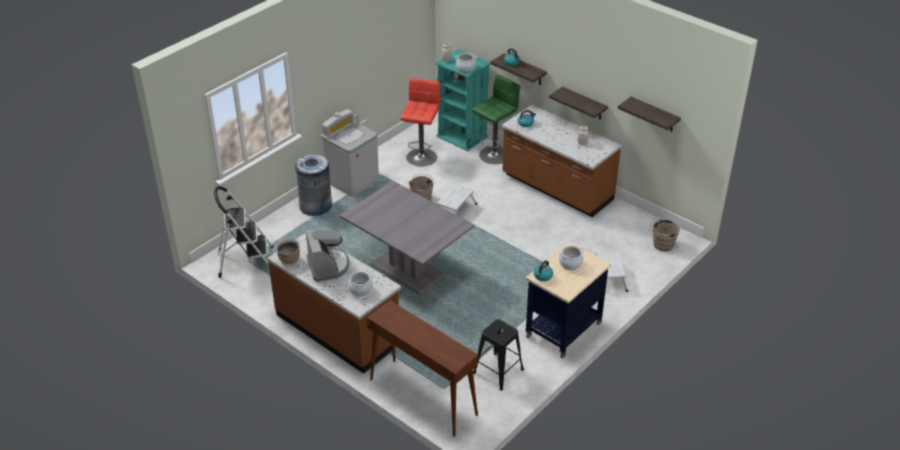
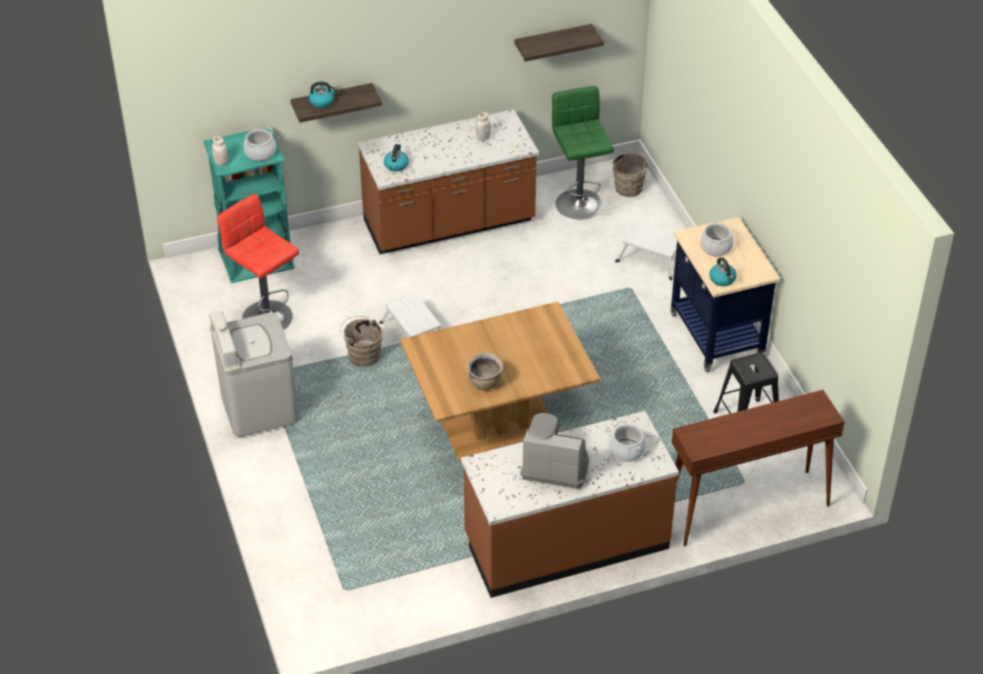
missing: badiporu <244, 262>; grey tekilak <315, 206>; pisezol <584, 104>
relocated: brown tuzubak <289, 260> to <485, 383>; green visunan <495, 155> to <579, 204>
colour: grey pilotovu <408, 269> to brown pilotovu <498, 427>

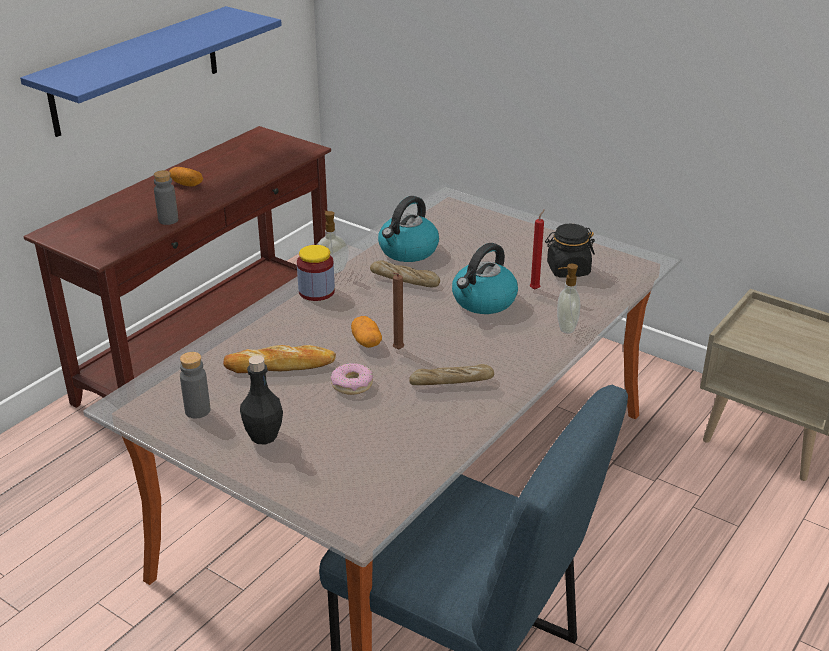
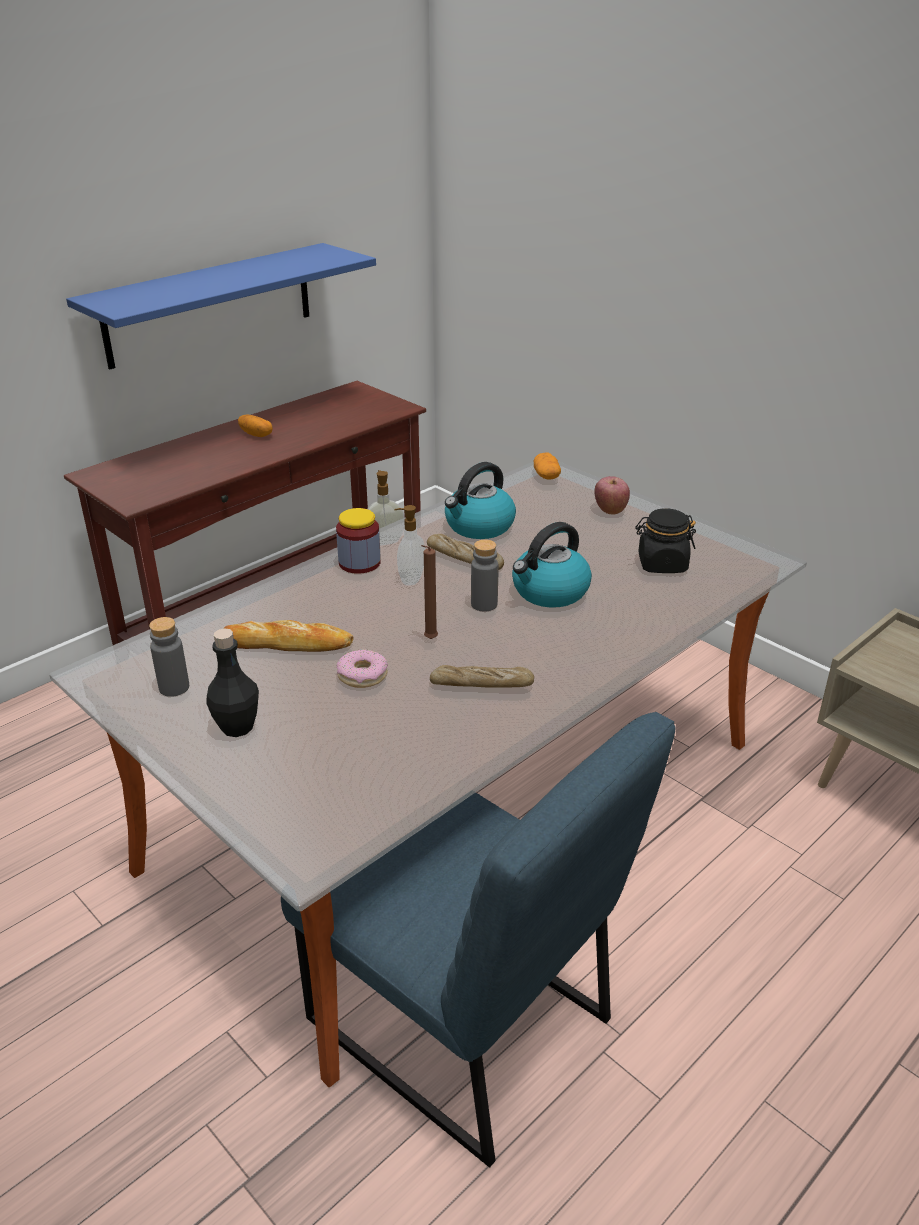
missing: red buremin <535, 289>
appeared: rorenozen <610, 510>
relocated: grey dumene <168, 220> to <484, 604>; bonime <366, 341> to <546, 476>; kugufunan <565, 327> to <410, 579>

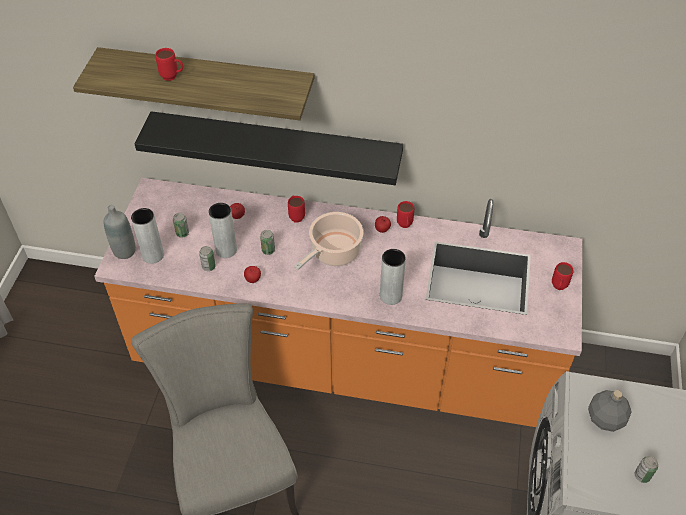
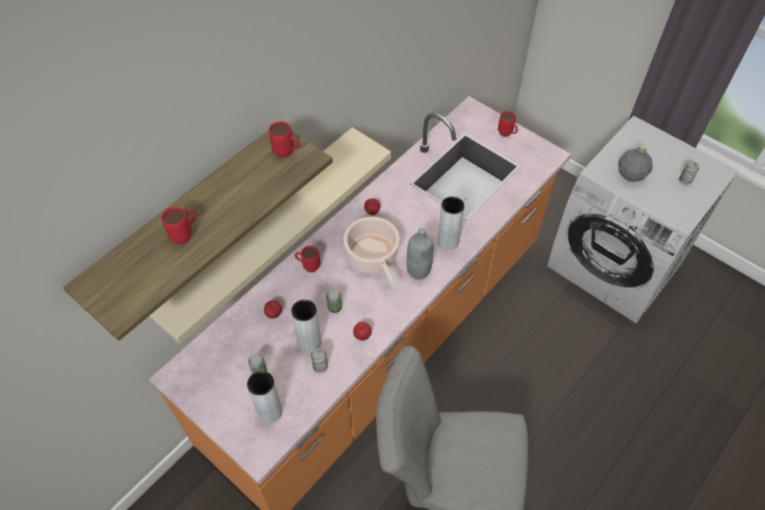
relocated: grey dumene <124, 251> to <418, 270>; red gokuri <405, 226> to <287, 153>
colour: black pisezol <276, 146> to beige pisezol <258, 225>

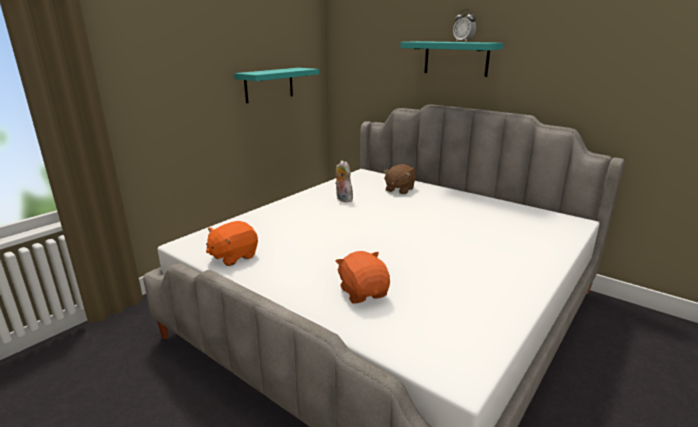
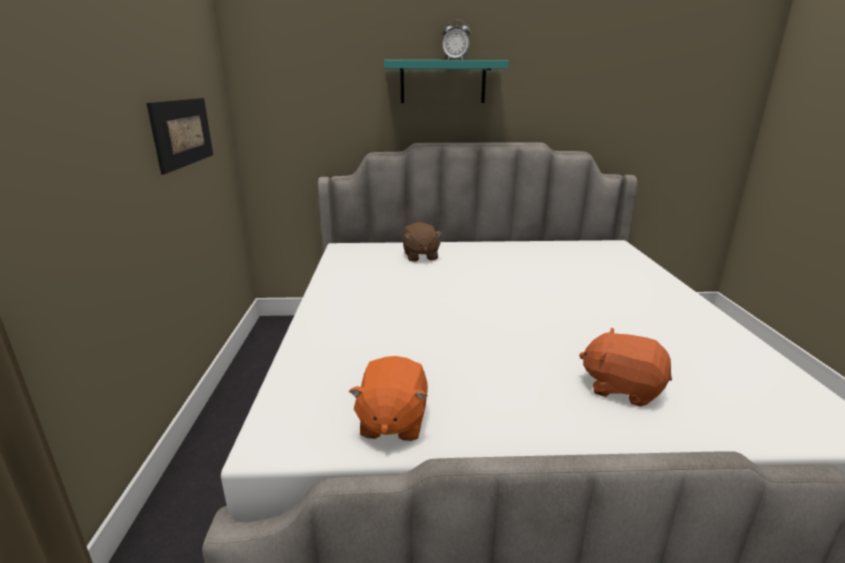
missing: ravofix <342, 199>
exchanged: turquoise pisezol <269, 85> to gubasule <183, 132>

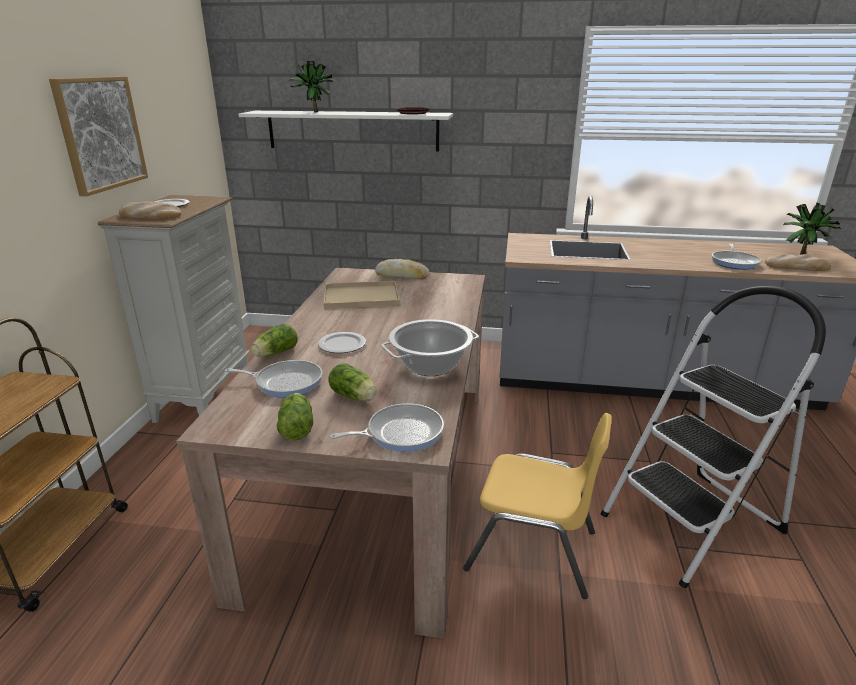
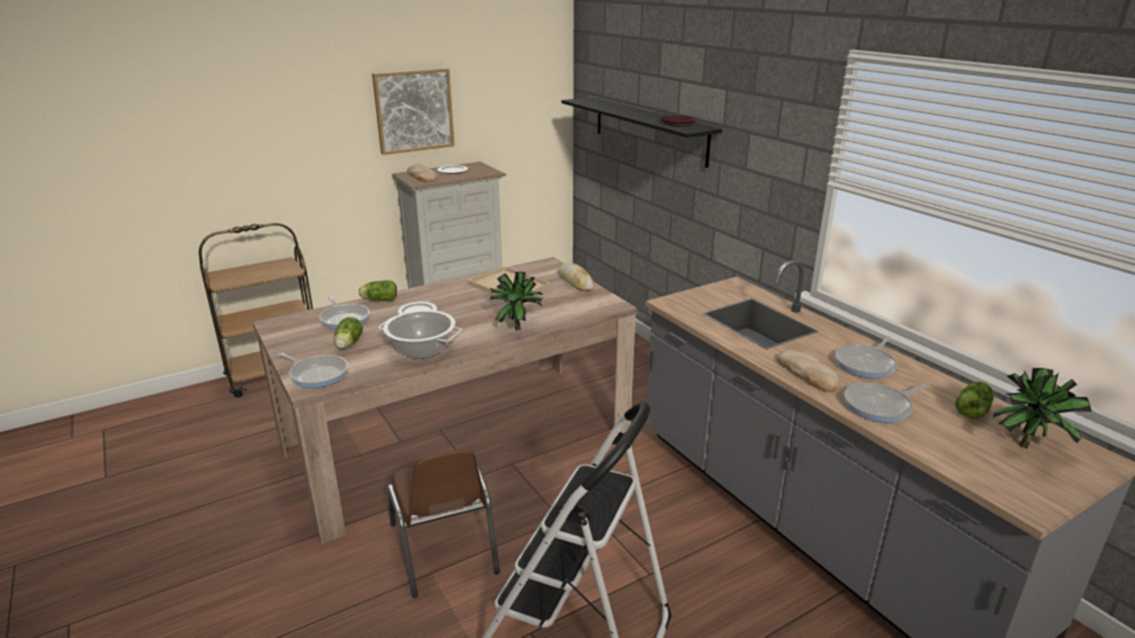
appeared: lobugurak <866, 364>
relocated: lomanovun <297, 427> to <973, 409>; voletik <313, 112> to <517, 327>; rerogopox <796, 267> to <807, 374>
colour: white pisezol <352, 130> to black pisezol <649, 130>; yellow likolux <532, 550> to brown likolux <444, 548>

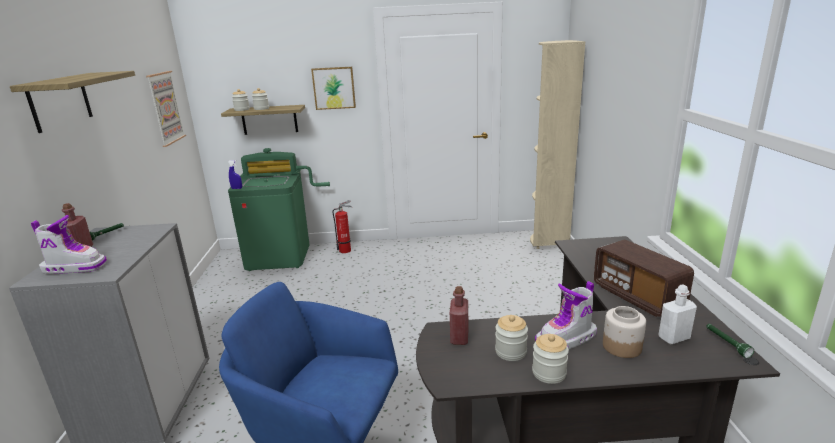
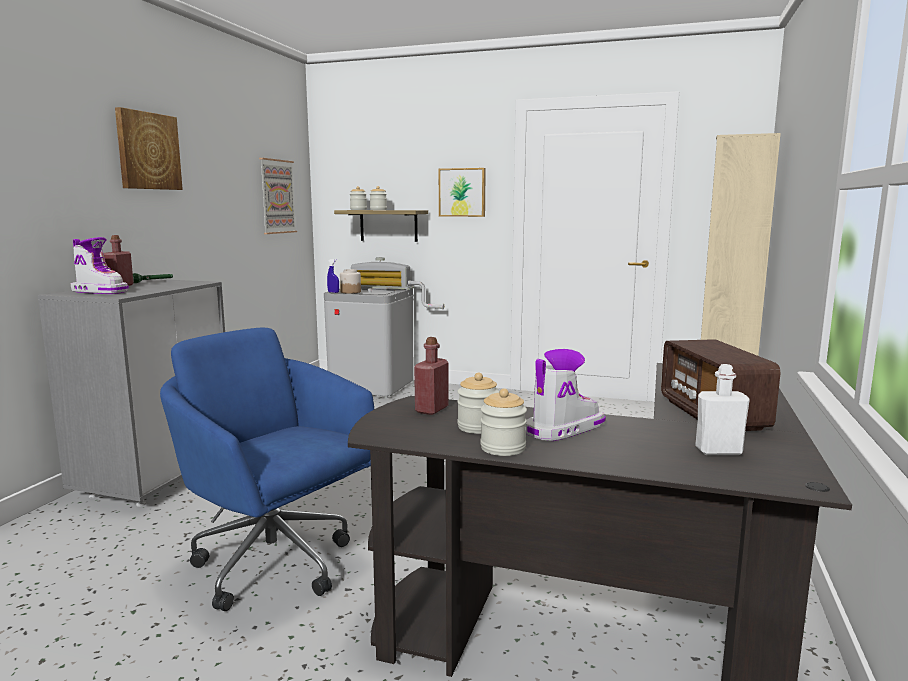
missing: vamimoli <346, 250>; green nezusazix <726, 343>
relocated: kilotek <621, 346> to <350, 292>
exchanged: pisezol <60, 101> to gubasule <148, 151>
colour: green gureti <280, 258> to grey gureti <374, 387>
spun: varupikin <567, 339> = <563, 429> 150 degrees clockwise

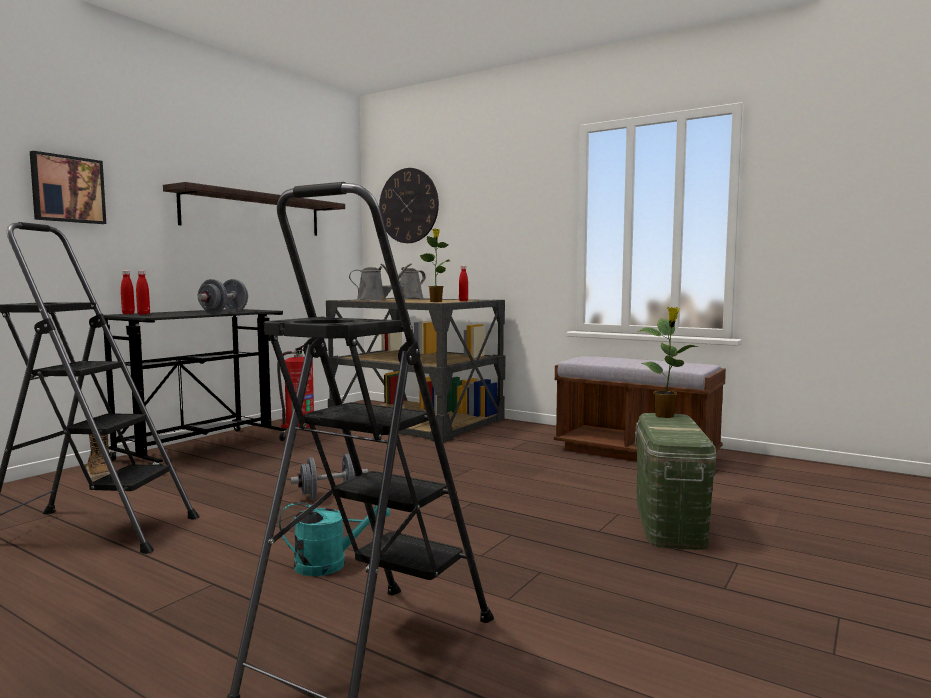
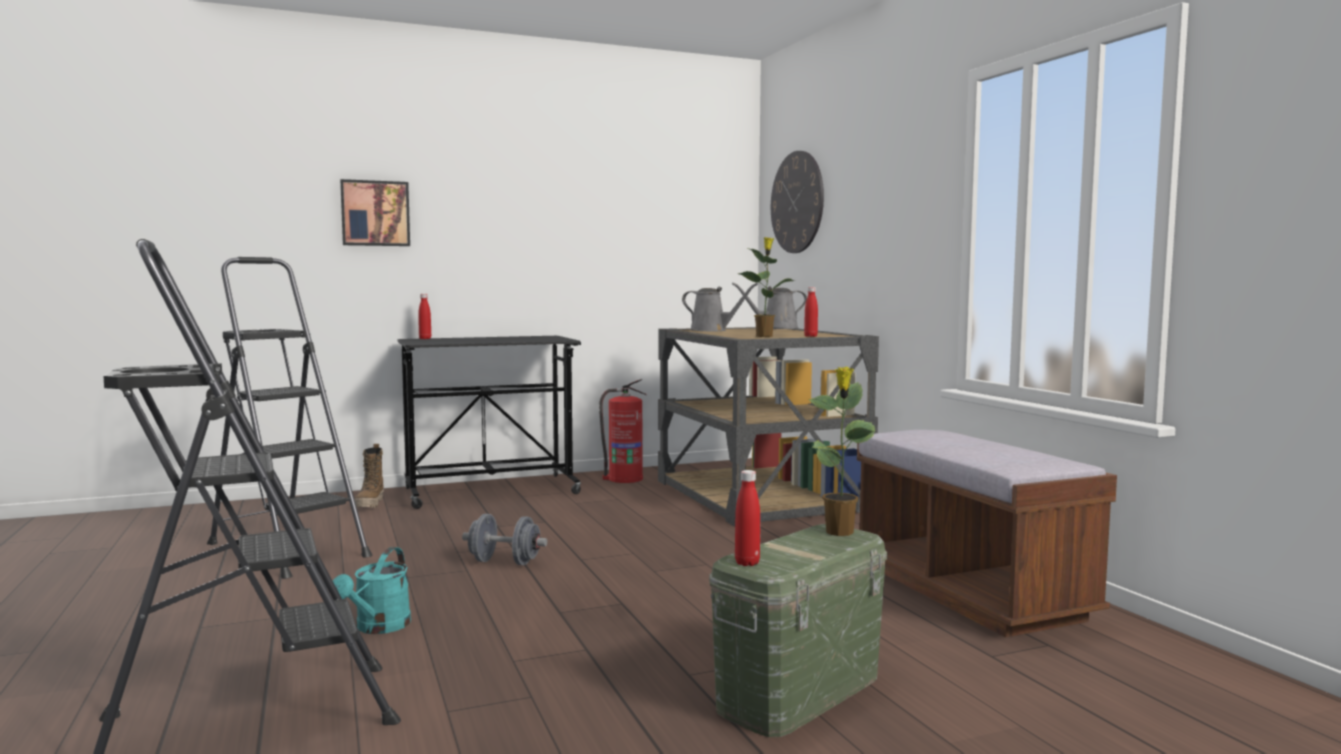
missing: pisezol <254, 213>; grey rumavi <224, 312>
relocated: red dumene <143, 314> to <747, 563>
spun: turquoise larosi <330, 564> = <378, 628> 75 degrees clockwise

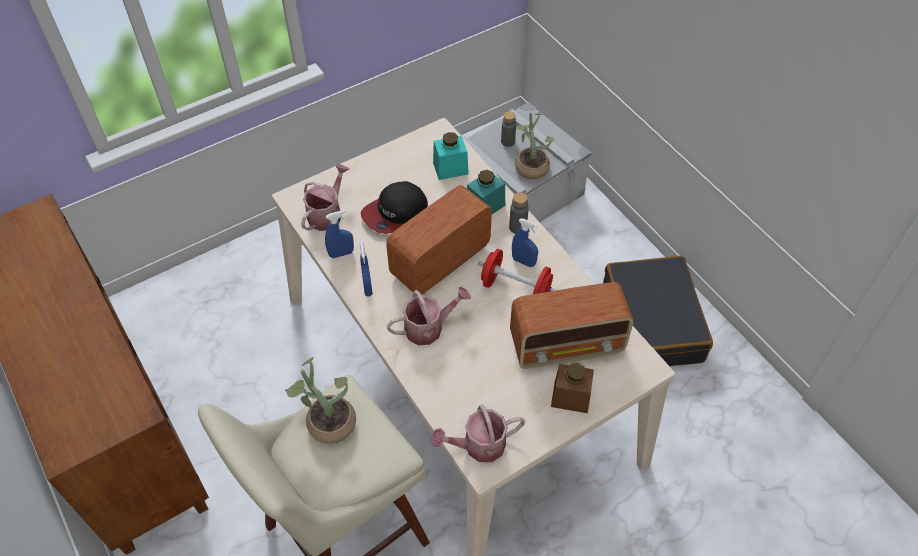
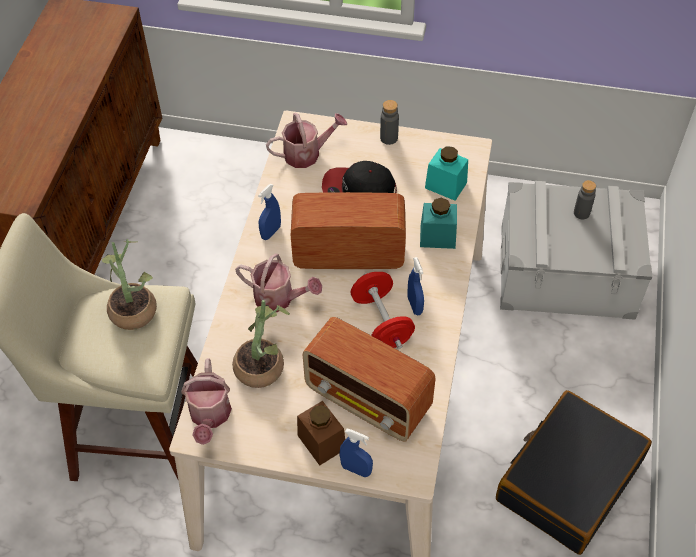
relocated: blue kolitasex <341, 253> to <356, 469>; grey dumene <517, 227> to <389, 138>; voletik <531, 165> to <263, 364>
spun: larosi <478, 446> = <210, 416> 120 degrees counterclockwise

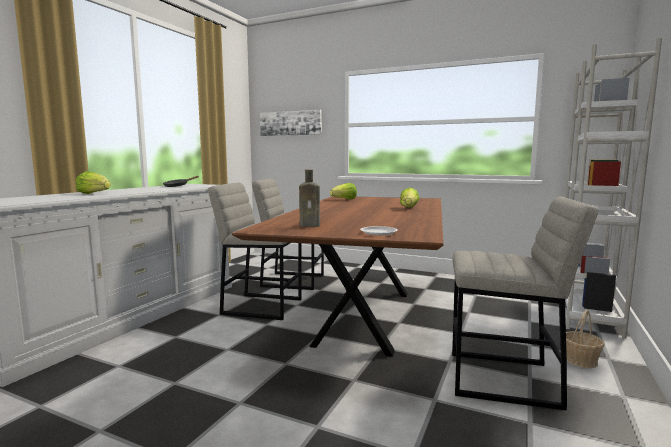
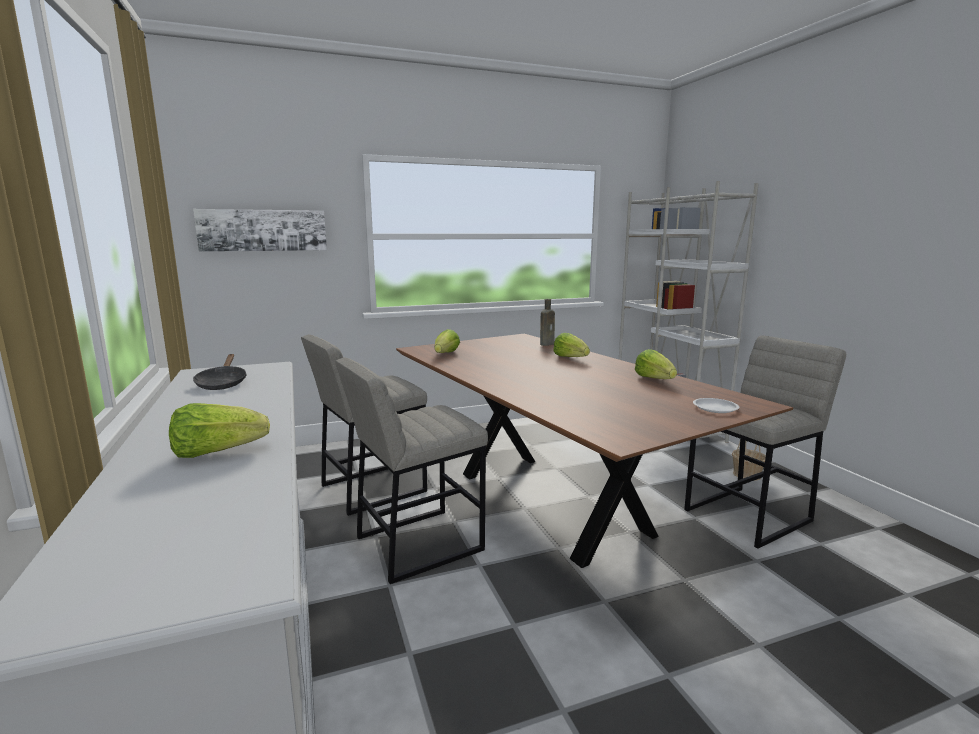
appeared: lomanovun <654, 379>
relocated: brown dumene <311, 225> to <547, 344>

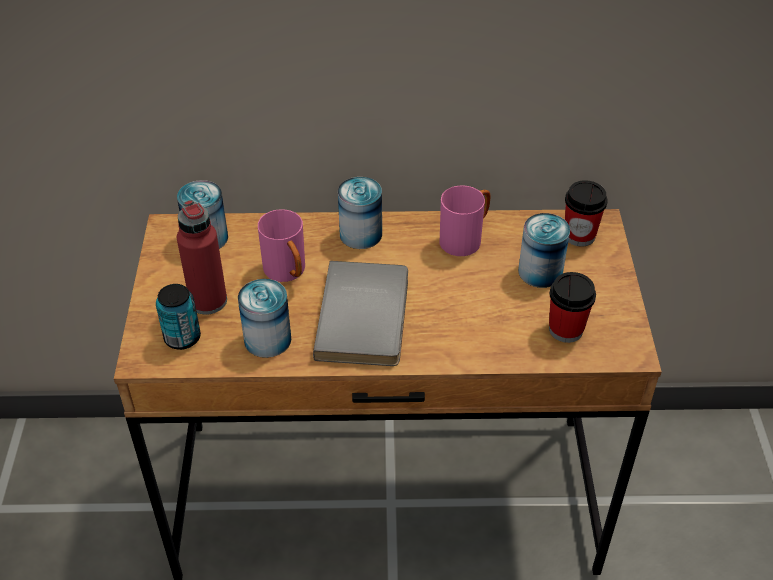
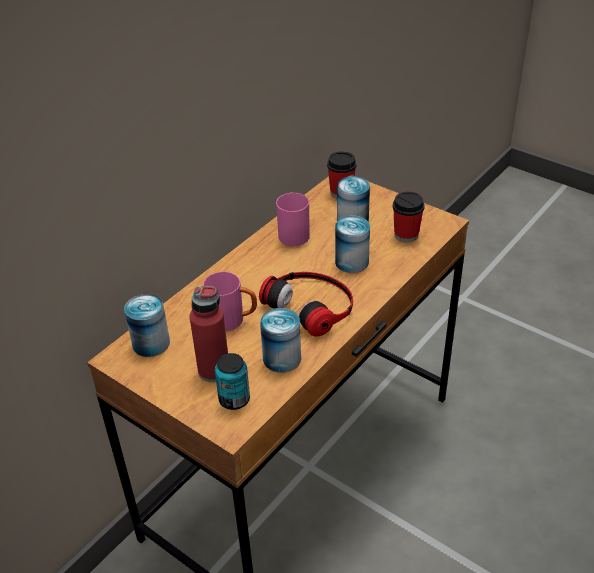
relocated: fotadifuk <360, 234> to <352, 262>
exchanged: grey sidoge <367, 317> to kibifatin <311, 305>

